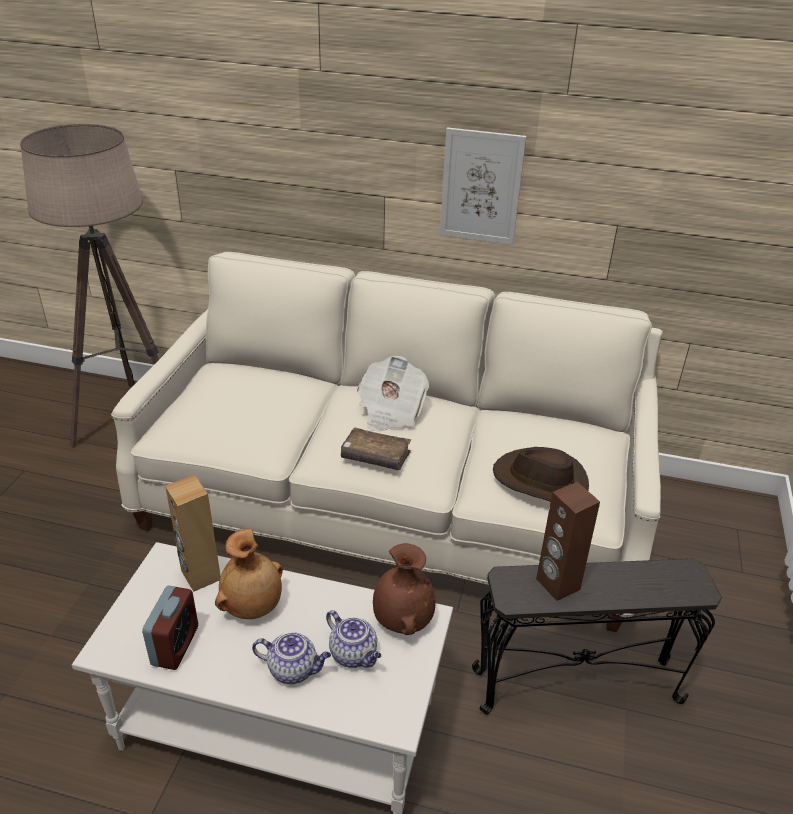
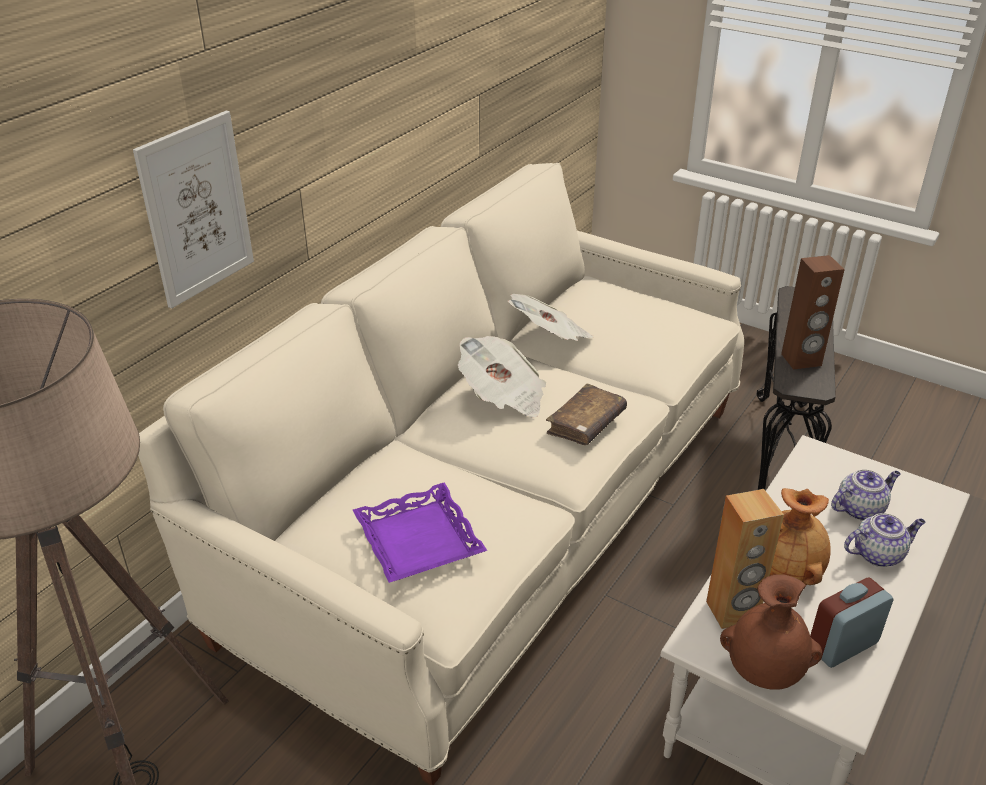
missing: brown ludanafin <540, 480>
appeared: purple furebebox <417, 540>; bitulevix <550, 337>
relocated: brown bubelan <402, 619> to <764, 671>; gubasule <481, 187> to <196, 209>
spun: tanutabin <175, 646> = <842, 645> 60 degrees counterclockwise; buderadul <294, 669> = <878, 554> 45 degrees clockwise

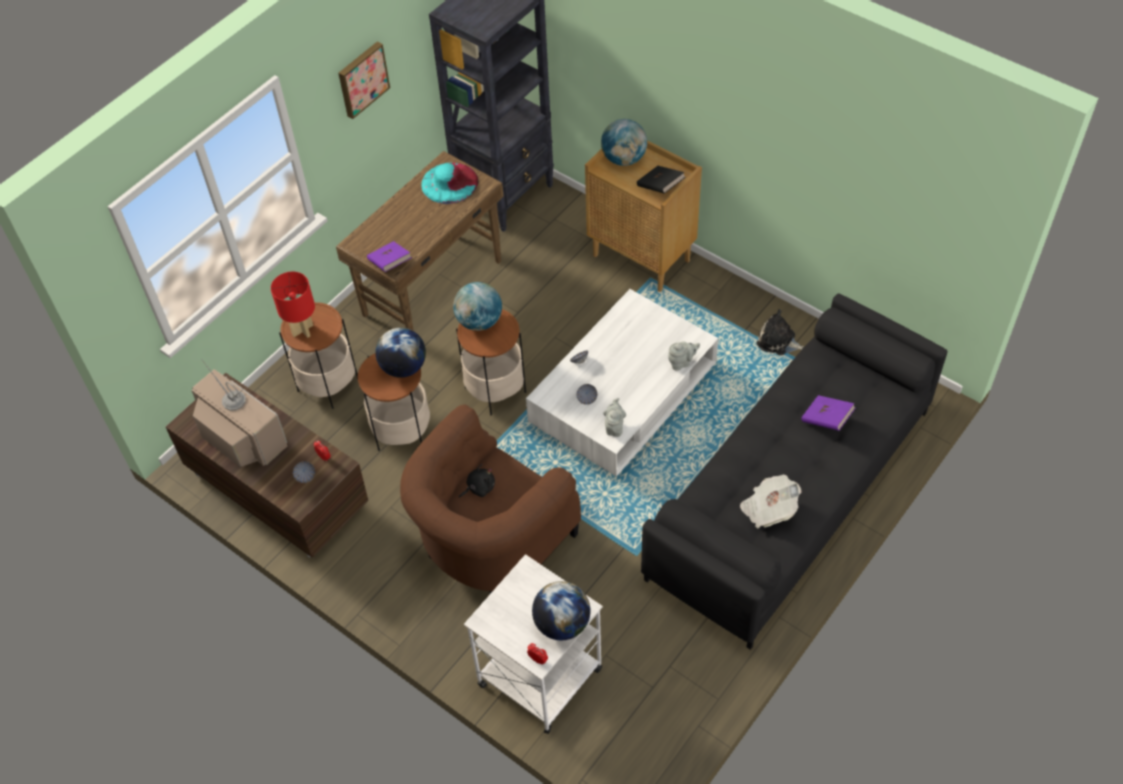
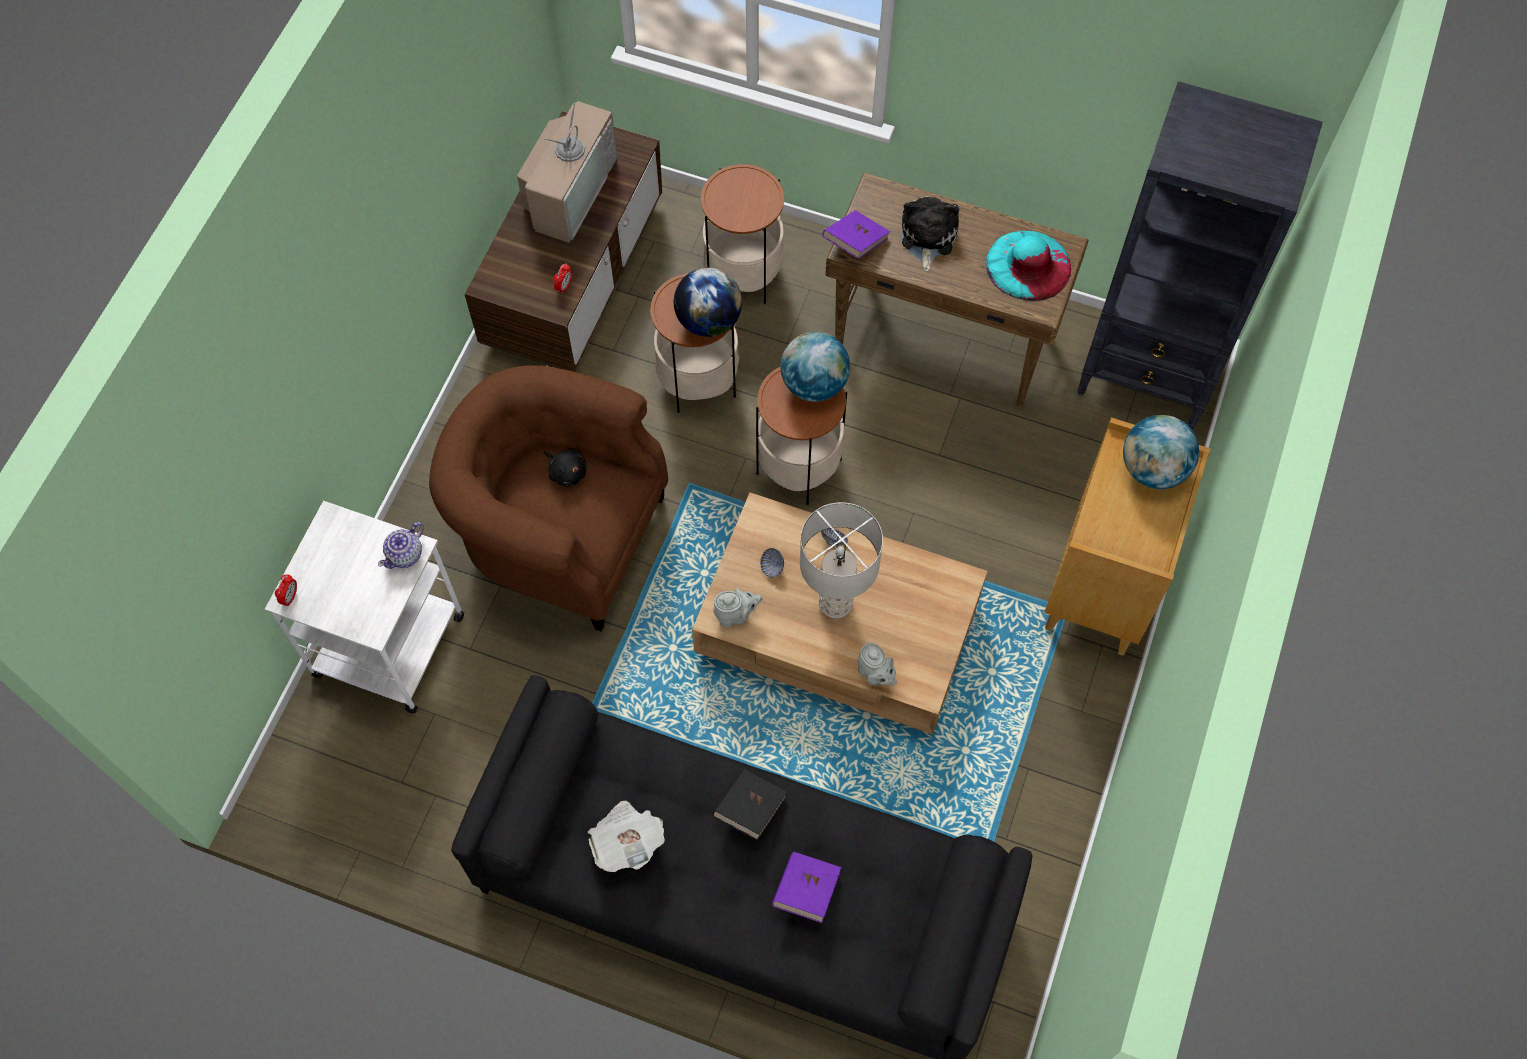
missing: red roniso <302, 330>; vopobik <305, 476>; gubasule <362, 79>; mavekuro <562, 624>
appeared: buderadul <405, 554>; white roniso <836, 603>
relocated: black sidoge <660, 187> to <750, 809>; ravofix <778, 341> to <927, 237>
colour: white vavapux <623, 398> to brown vavapux <837, 629>

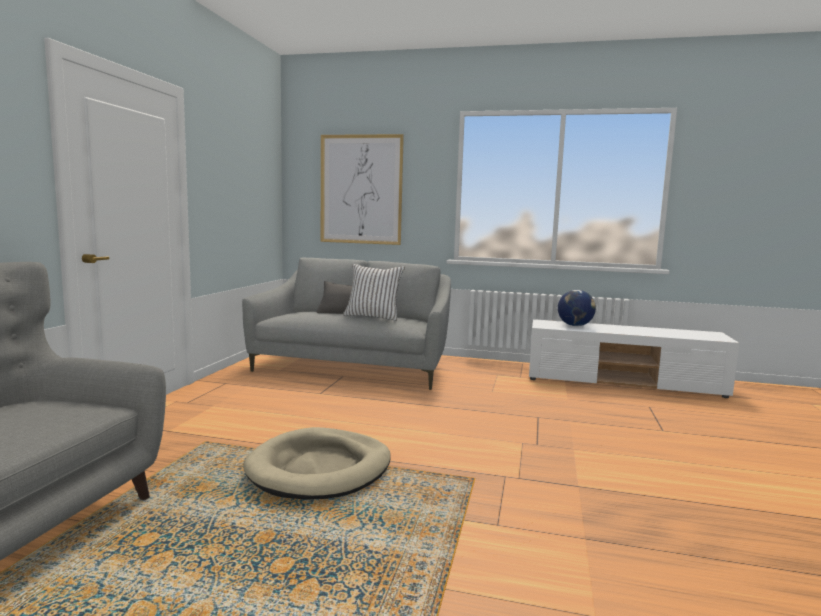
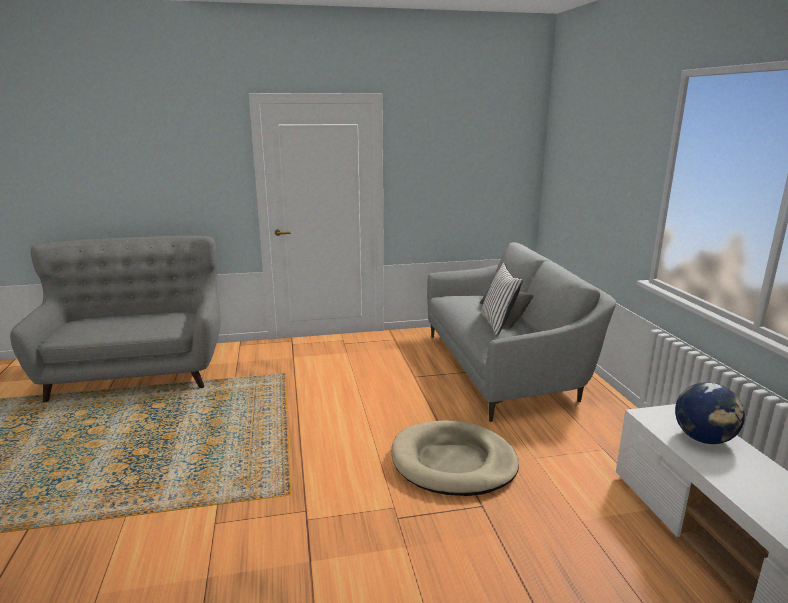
missing: gubasule <361, 189>
relocated: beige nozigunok <320, 469> to <453, 462>

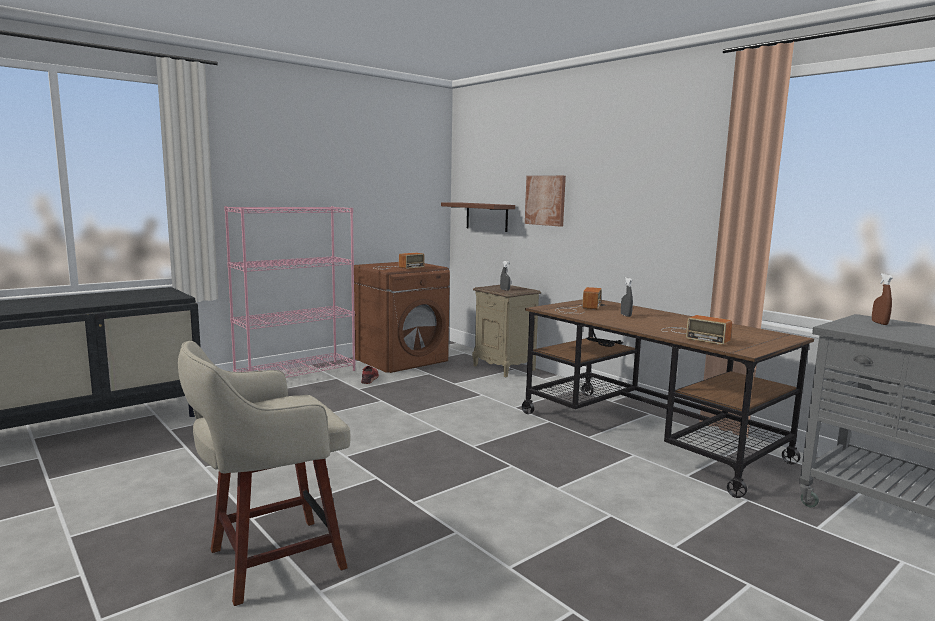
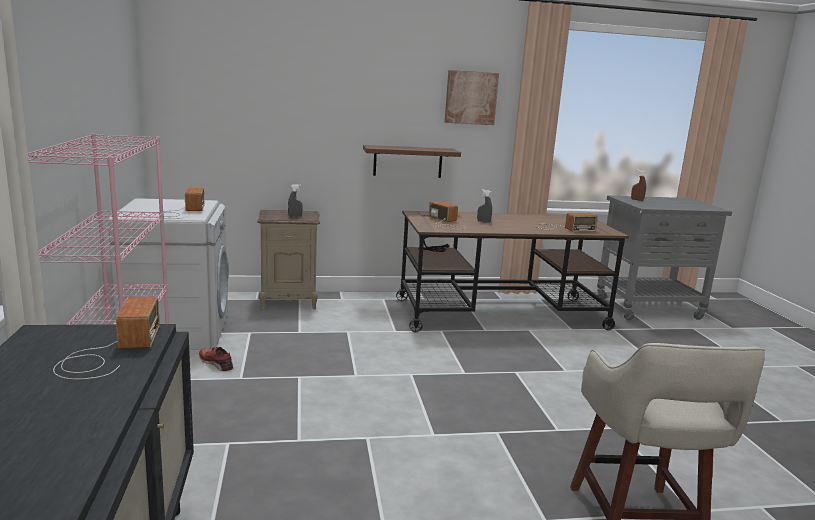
appeared: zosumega <110, 352>
relocated: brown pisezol <486, 216> to <408, 161>; gubasule <545, 200> to <471, 98>
colour: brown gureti <403, 359> to white gureti <179, 329>

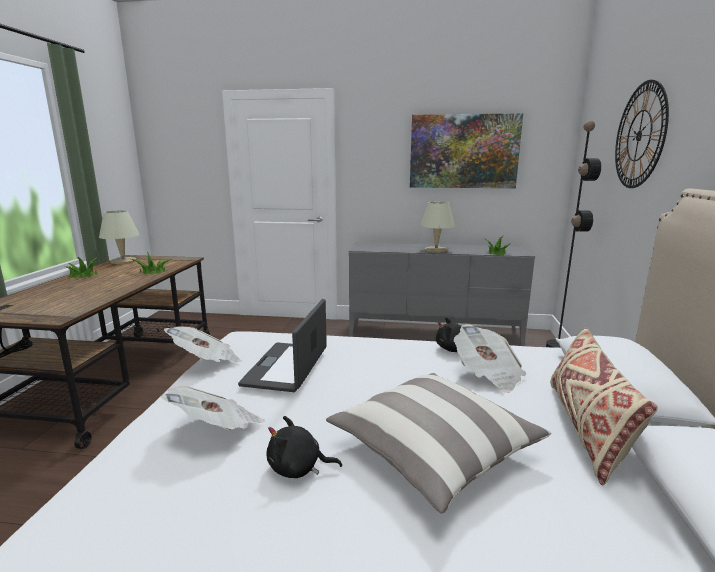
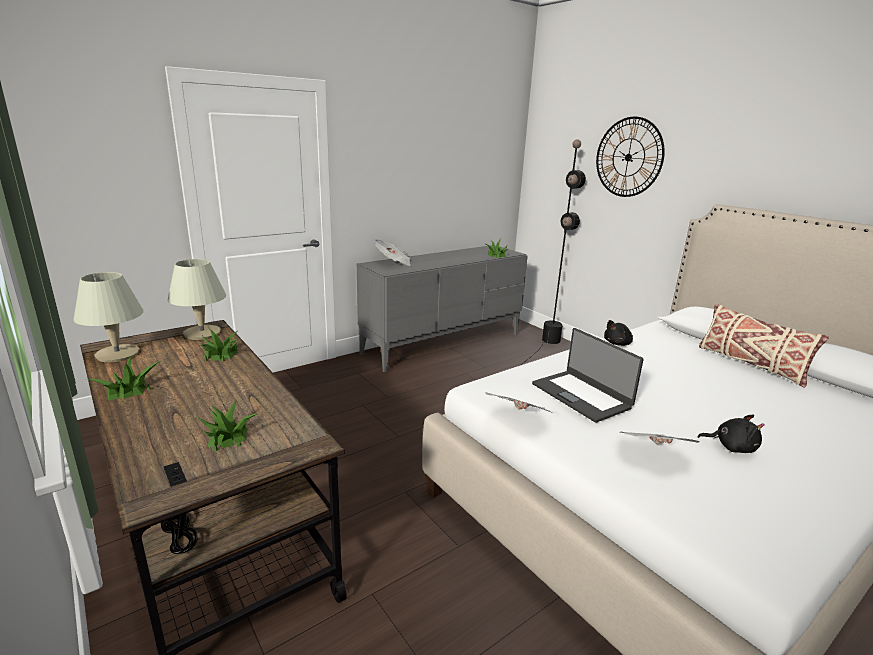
missing: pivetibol <434, 452>; gubasule <463, 151>
appeared: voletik <227, 437>
relocated: beige roniso <436, 250> to <203, 333>; bitulevix <488, 374> to <393, 262>
spun: black ravofix <298, 468> = <731, 447> 120 degrees counterclockwise

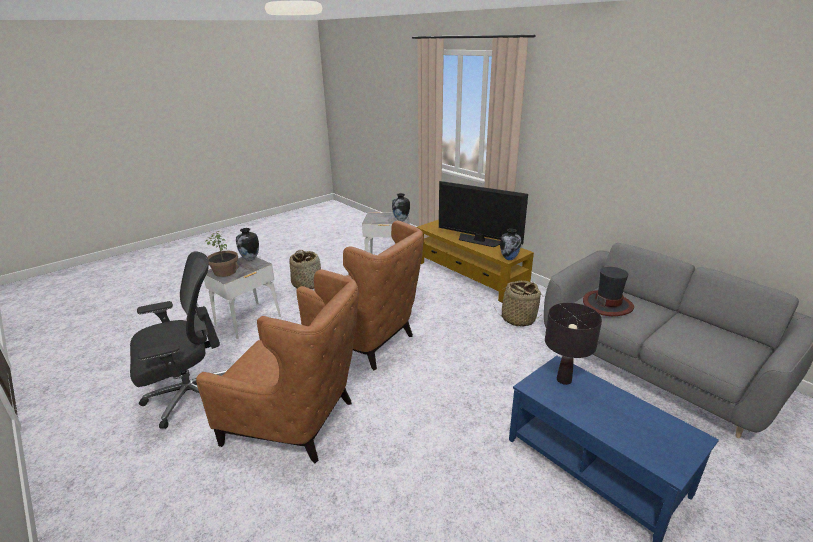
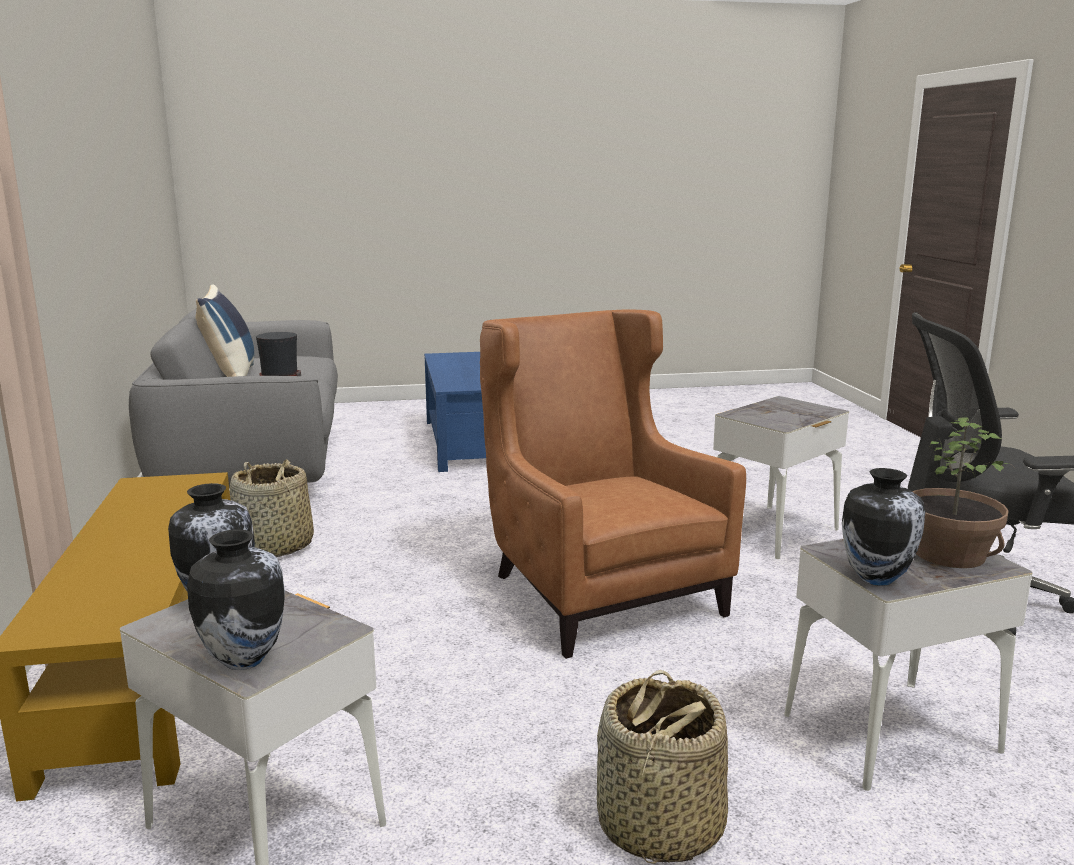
missing: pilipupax <479, 240>; black roniso <564, 380>
appeared: blue pivetibol <230, 376>
relocated: bubelan <509, 258> to <243, 659>
exchanged: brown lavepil <296, 422> to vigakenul <775, 531>

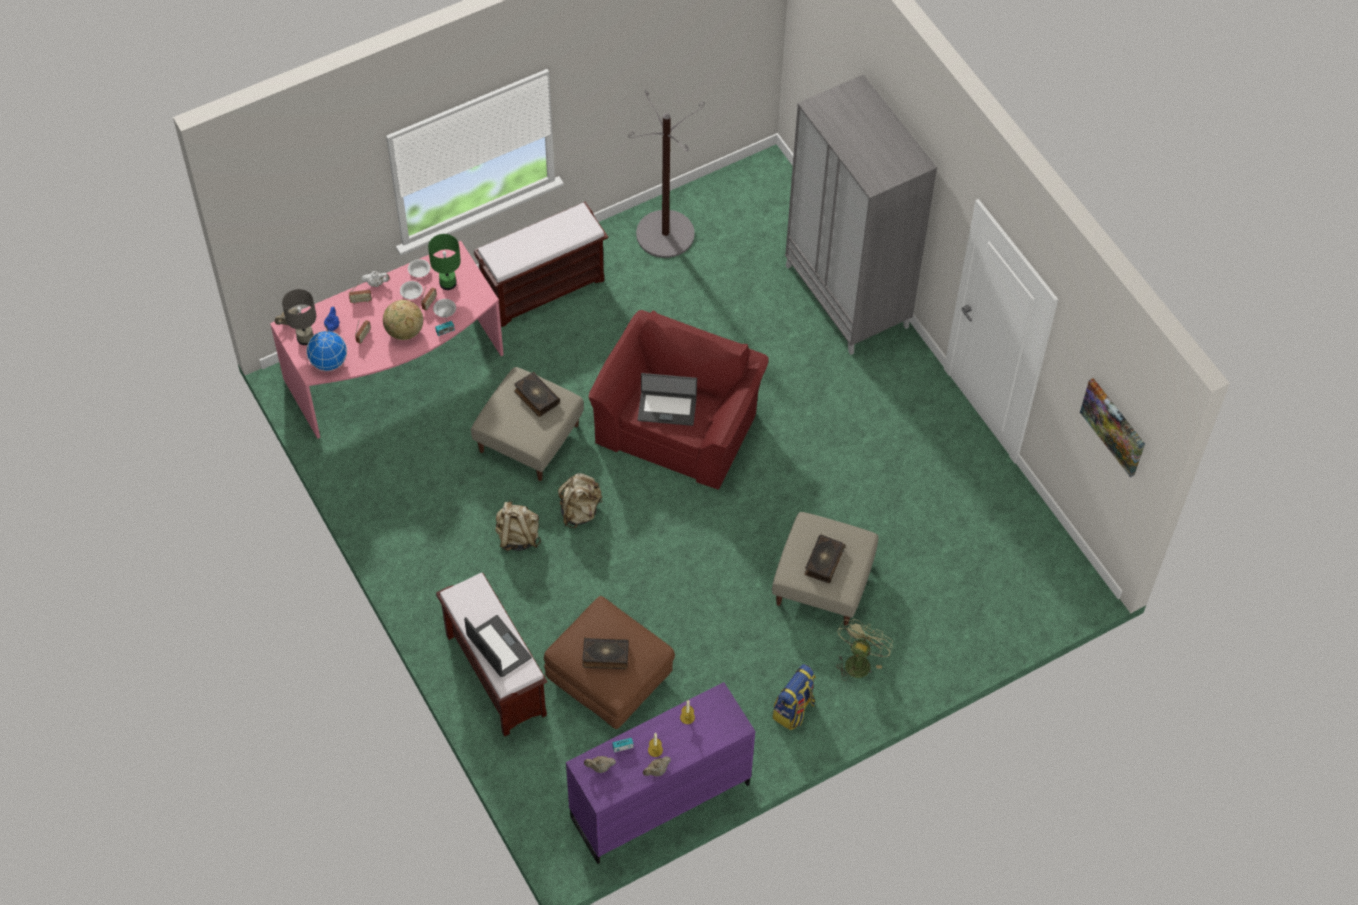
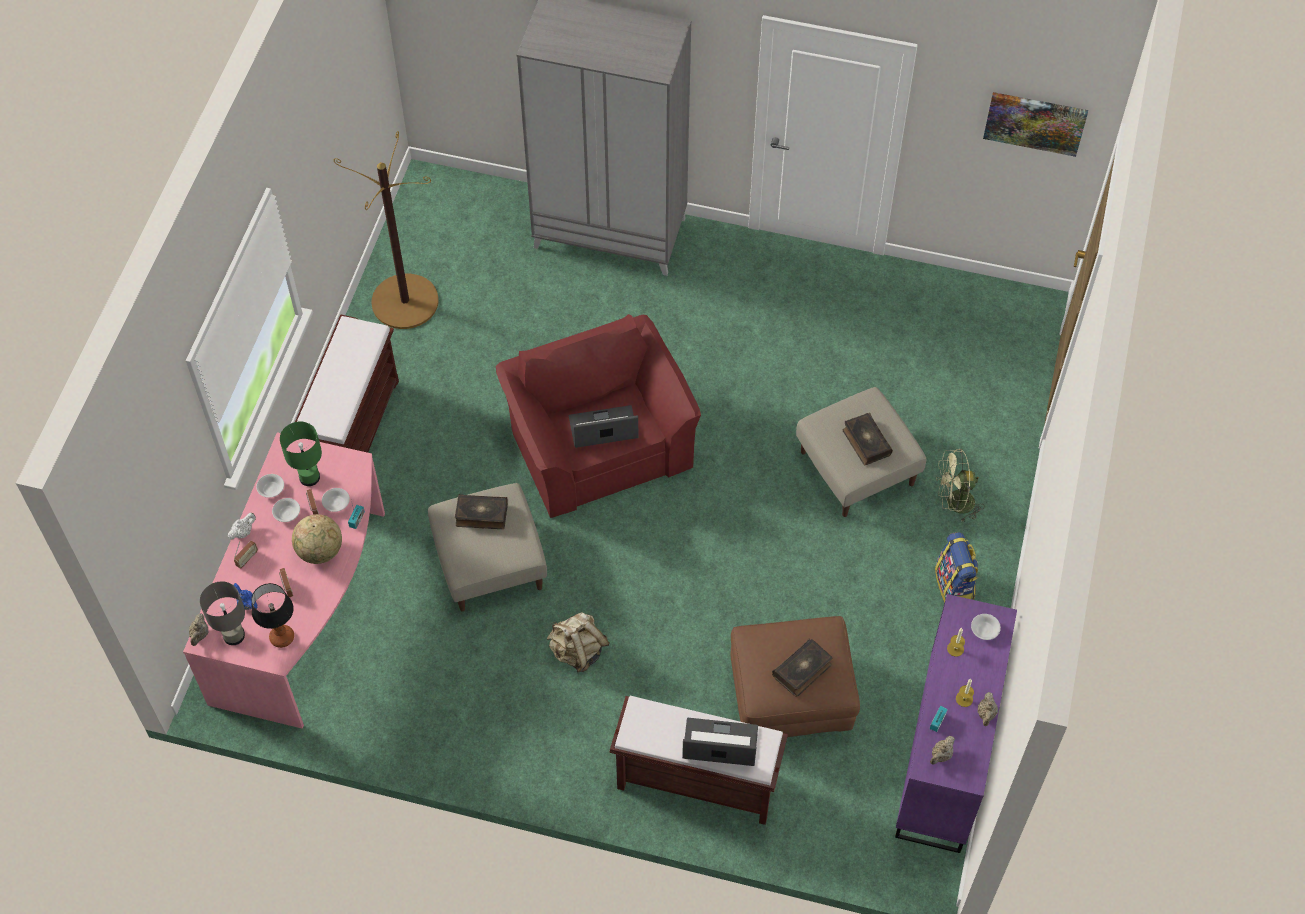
missing: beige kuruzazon <580, 511>
appeared: white vopobik <984, 630>
exchanged: mavekuro <329, 362> to roniso <282, 637>
colour: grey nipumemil <665, 234> to brown nipumemil <405, 301>
spun: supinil <667, 408> = <603, 428> 150 degrees counterclockwise; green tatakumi <859, 661> = <954, 503> 75 degrees counterclockwise

